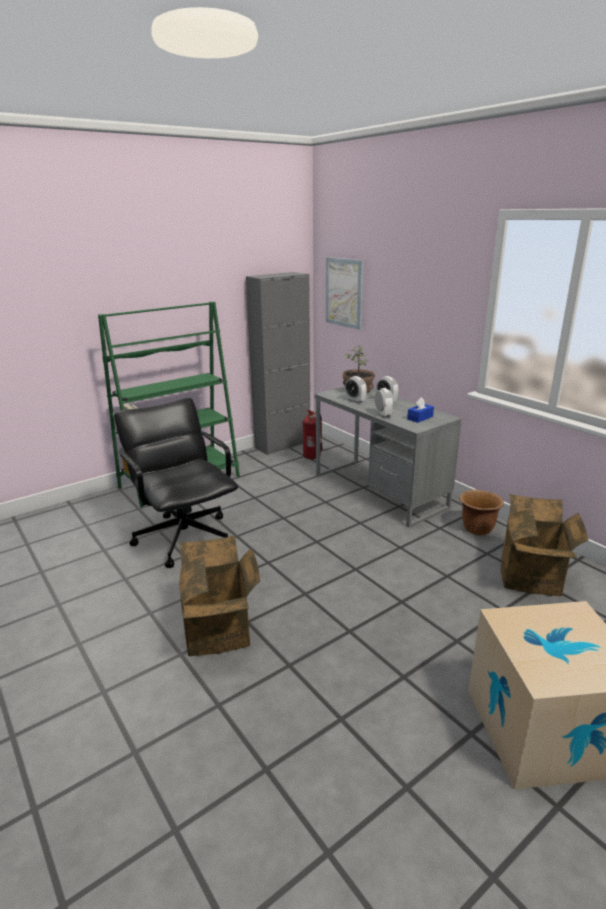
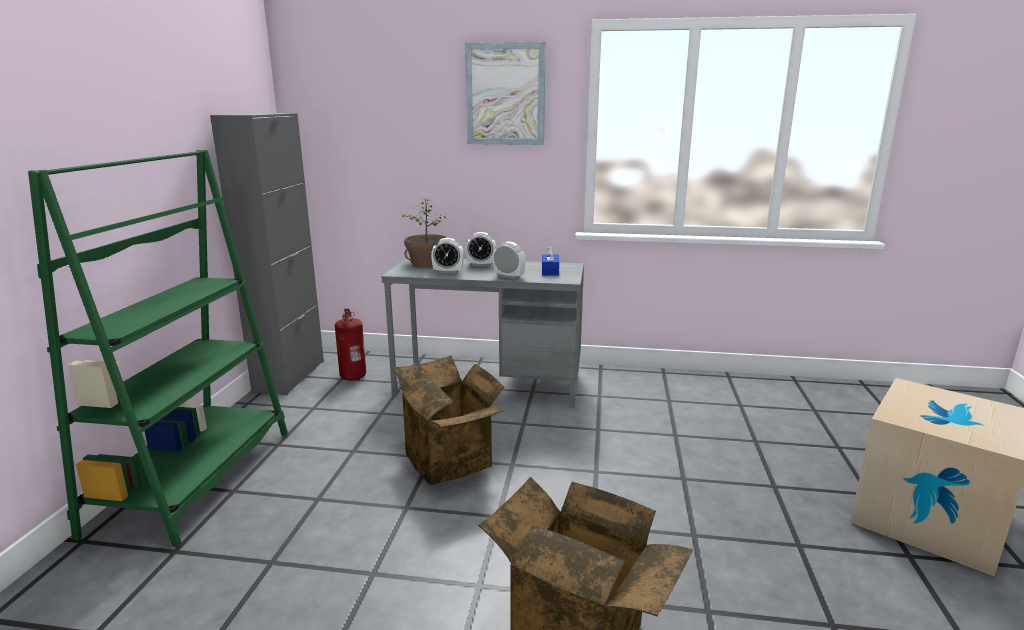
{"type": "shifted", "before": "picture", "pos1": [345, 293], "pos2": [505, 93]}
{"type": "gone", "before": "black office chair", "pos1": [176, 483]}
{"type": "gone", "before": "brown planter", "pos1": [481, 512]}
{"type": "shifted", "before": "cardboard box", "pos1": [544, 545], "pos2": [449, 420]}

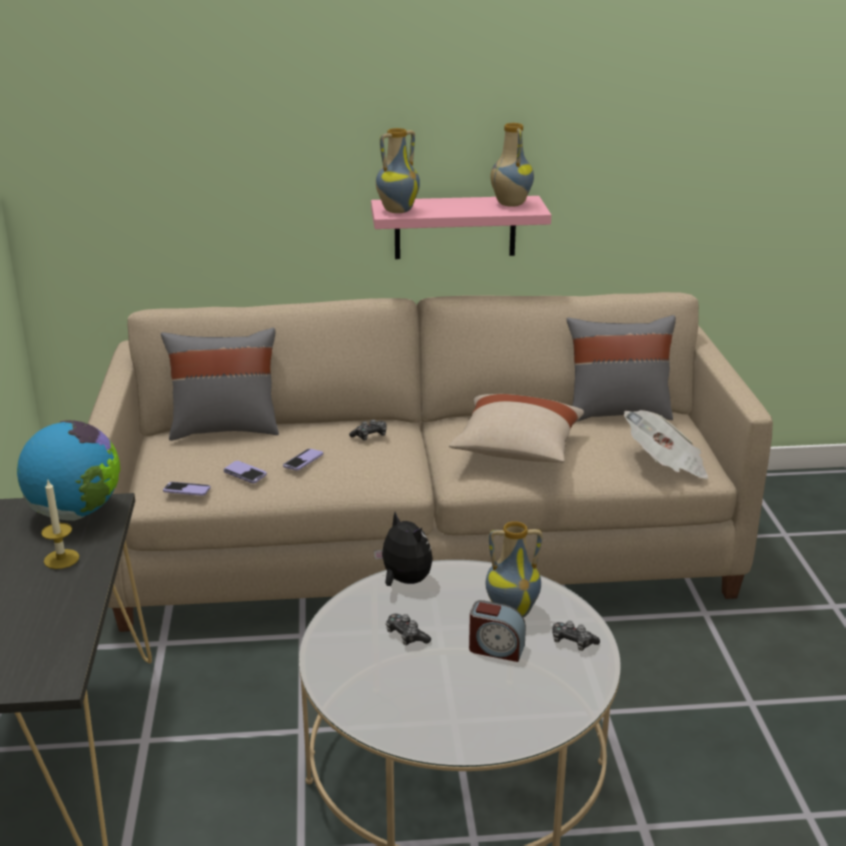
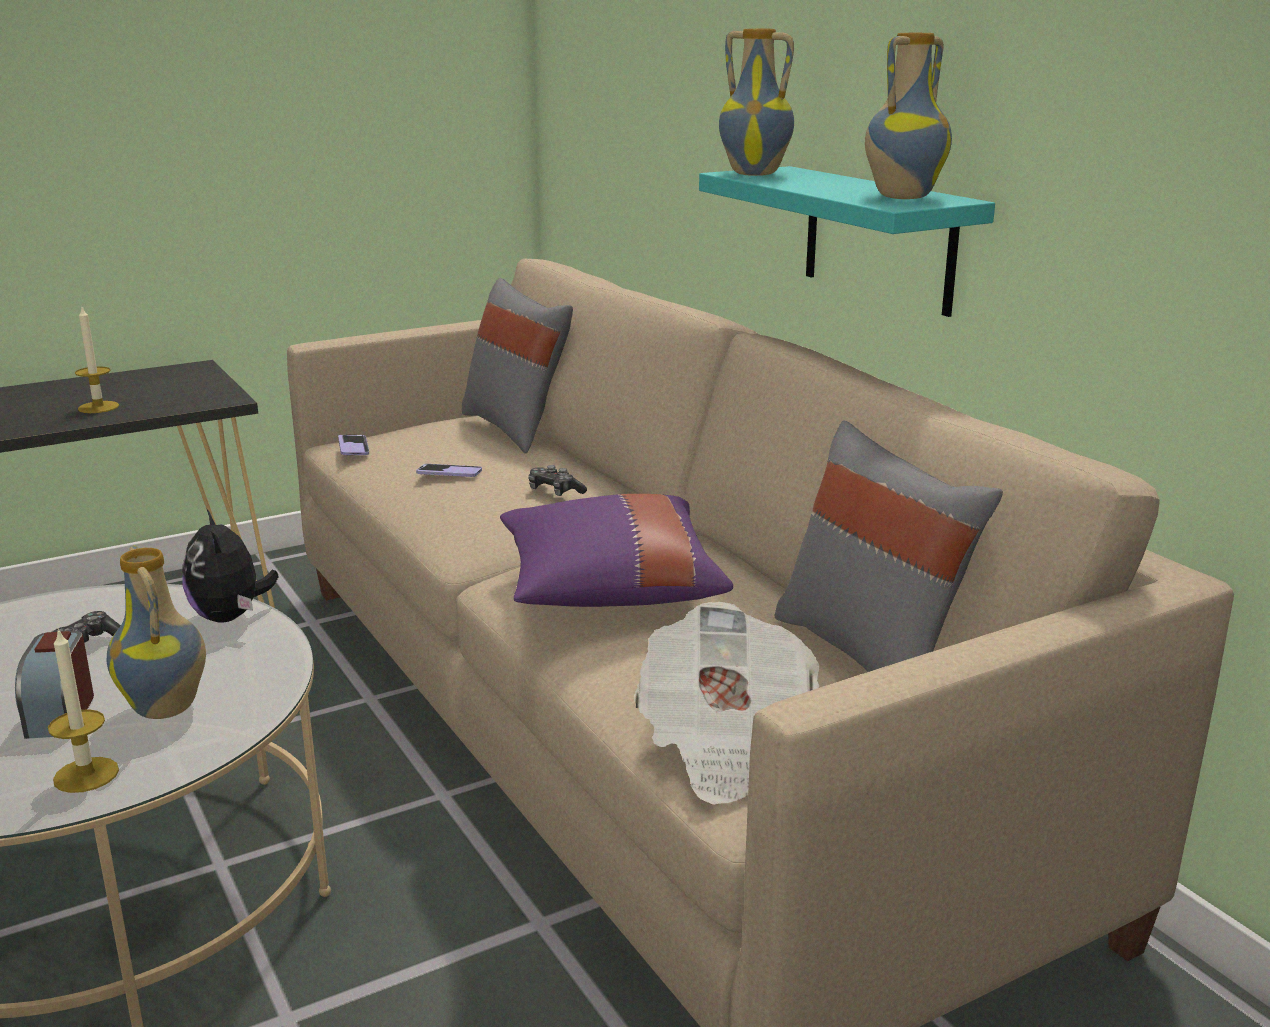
{"type": "repainted", "before": "pink shelf", "after": "turquoise shelf", "pos1": [461, 227], "pos2": [847, 241]}
{"type": "repainted", "before": "beige pillow", "after": "purple pillow", "pos1": [516, 428], "pos2": [616, 550]}
{"type": "gone", "before": "globe", "pos1": [68, 470]}
{"type": "gone", "before": "phone", "pos1": [245, 472]}
{"type": "rotated", "before": "plush toy", "pos1": [403, 549], "pos2": [230, 565], "turn": 135}
{"type": "swapped", "before": "game controller", "after": "candle", "pos1": [576, 636], "pos2": [83, 710]}

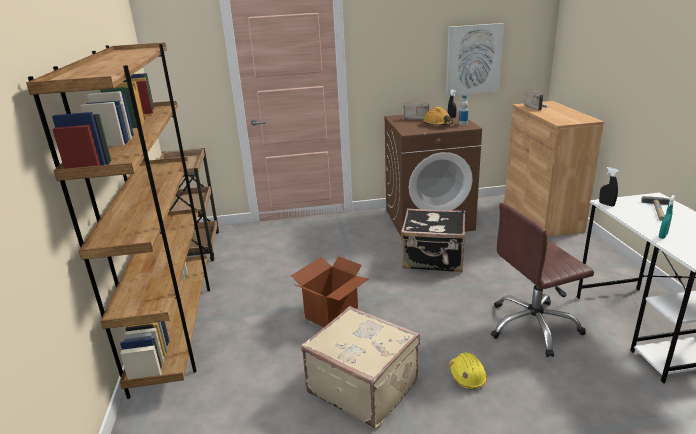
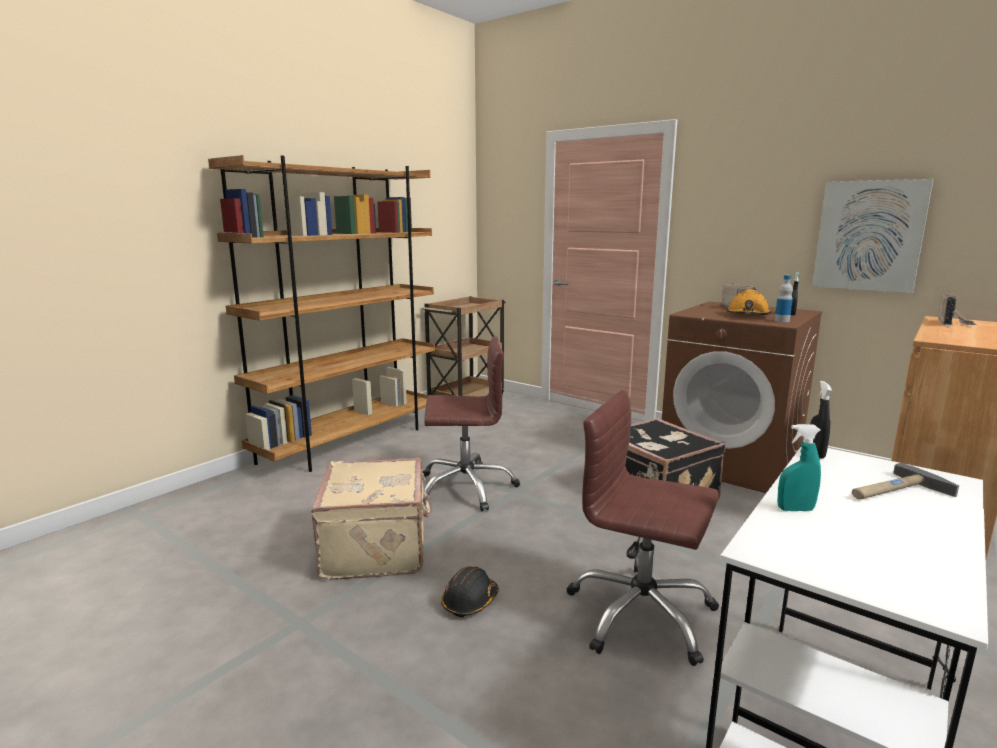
{"type": "swapped", "before": "cardboard box", "after": "brown office chair", "pos1": [329, 291], "pos2": [471, 423]}
{"type": "repainted", "before": "yellow hard hat", "after": "black hard hat", "pos1": [468, 370], "pos2": [470, 591]}

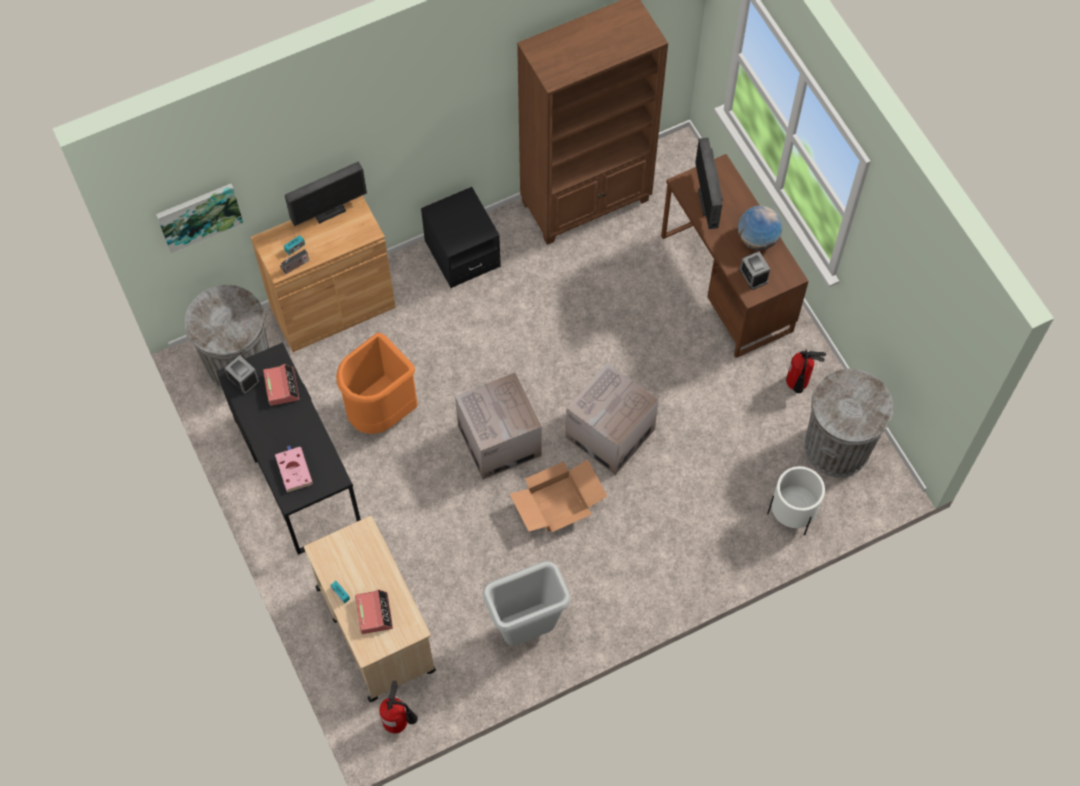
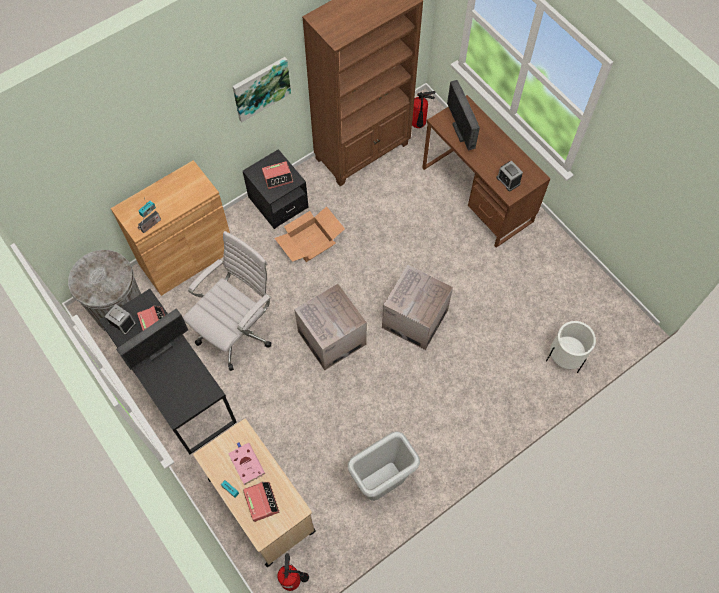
{"type": "shifted", "before": "monitor", "pos1": [326, 193], "pos2": [152, 339]}
{"type": "shifted", "before": "picture", "pos1": [199, 218], "pos2": [261, 89]}
{"type": "gone", "before": "globe", "pos1": [760, 228]}
{"type": "swapped", "before": "orange trash can", "after": "white office chair", "pos1": [377, 383], "pos2": [227, 301]}
{"type": "shifted", "before": "fire extinguisher", "pos1": [806, 371], "pos2": [423, 109]}
{"type": "gone", "before": "grey trash can", "pos1": [849, 423]}
{"type": "shifted", "before": "pink book", "pos1": [294, 469], "pos2": [246, 464]}
{"type": "shifted", "before": "cardboard box", "pos1": [558, 495], "pos2": [309, 234]}
{"type": "new", "after": "alarm clock", "pos2": [277, 175]}

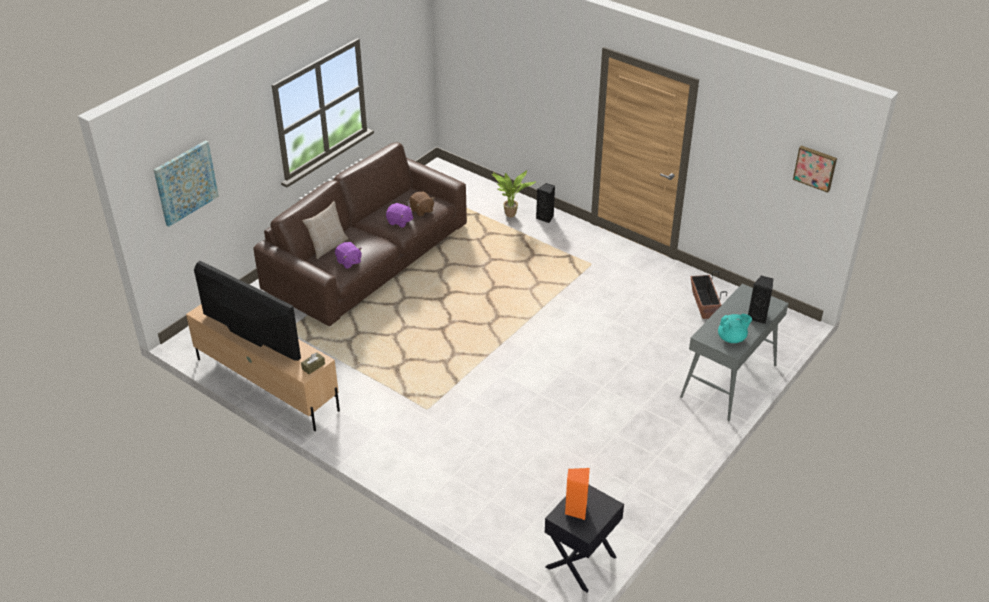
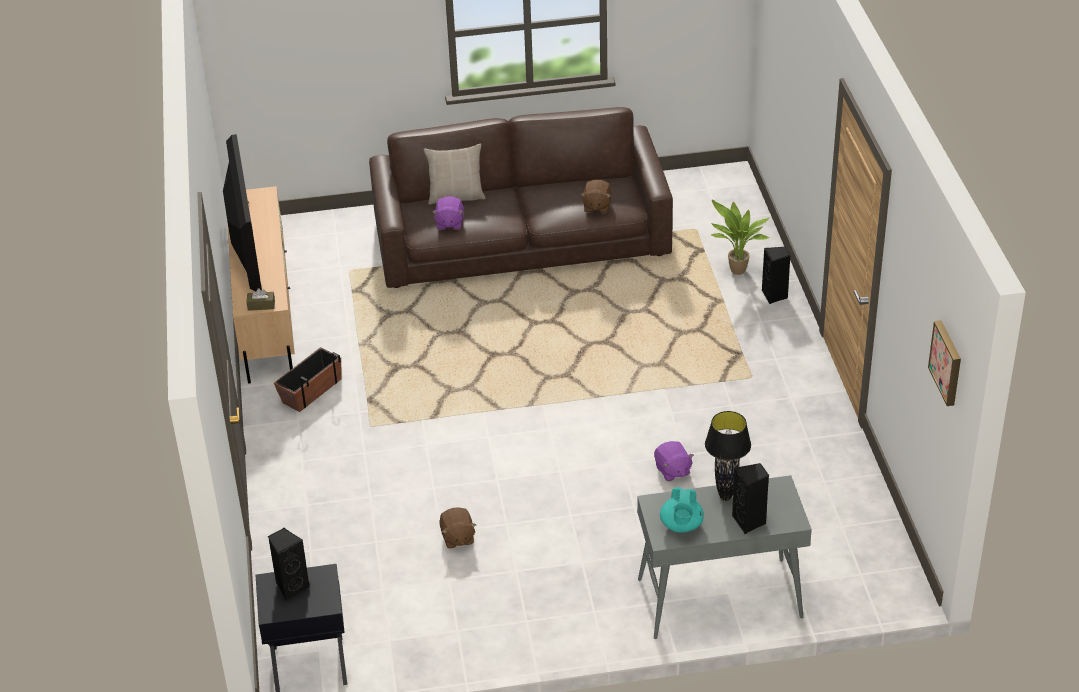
{"type": "gone", "before": "picture", "pos1": [186, 183]}
{"type": "shifted", "before": "purple plush toy", "pos1": [399, 215], "pos2": [674, 461]}
{"type": "shifted", "before": "planter", "pos1": [708, 295], "pos2": [307, 379]}
{"type": "rotated", "before": "turquoise teapot", "pos1": [735, 328], "pos2": [682, 510], "turn": 60}
{"type": "repainted", "before": "orange speaker", "after": "black speaker", "pos1": [577, 494], "pos2": [289, 564]}
{"type": "new", "after": "black table lamp", "pos2": [728, 456]}
{"type": "new", "after": "brown plush toy", "pos2": [457, 528]}

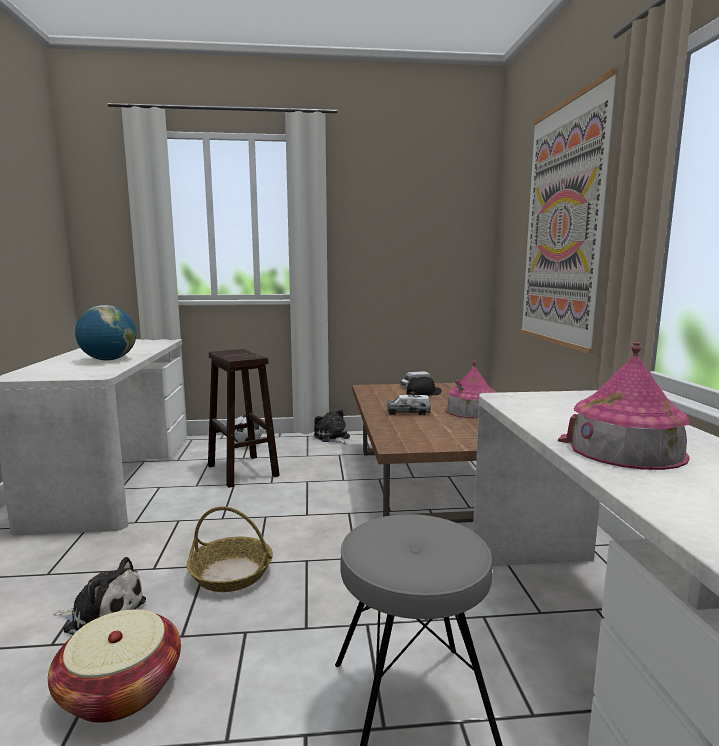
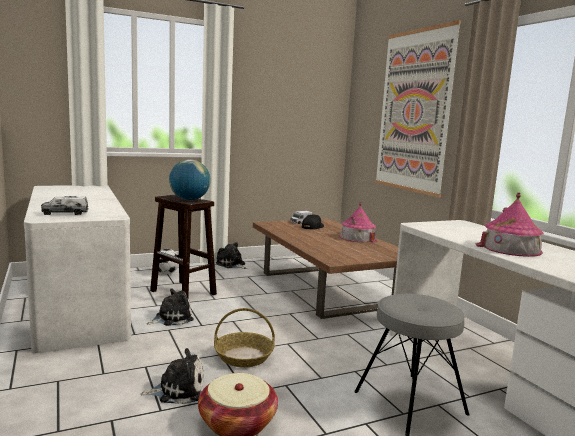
{"type": "shifted", "before": "globe", "pos1": [105, 333], "pos2": [190, 179]}
{"type": "shifted", "before": "toy truck", "pos1": [409, 405], "pos2": [65, 205]}
{"type": "new", "after": "plush toy", "pos2": [170, 307]}

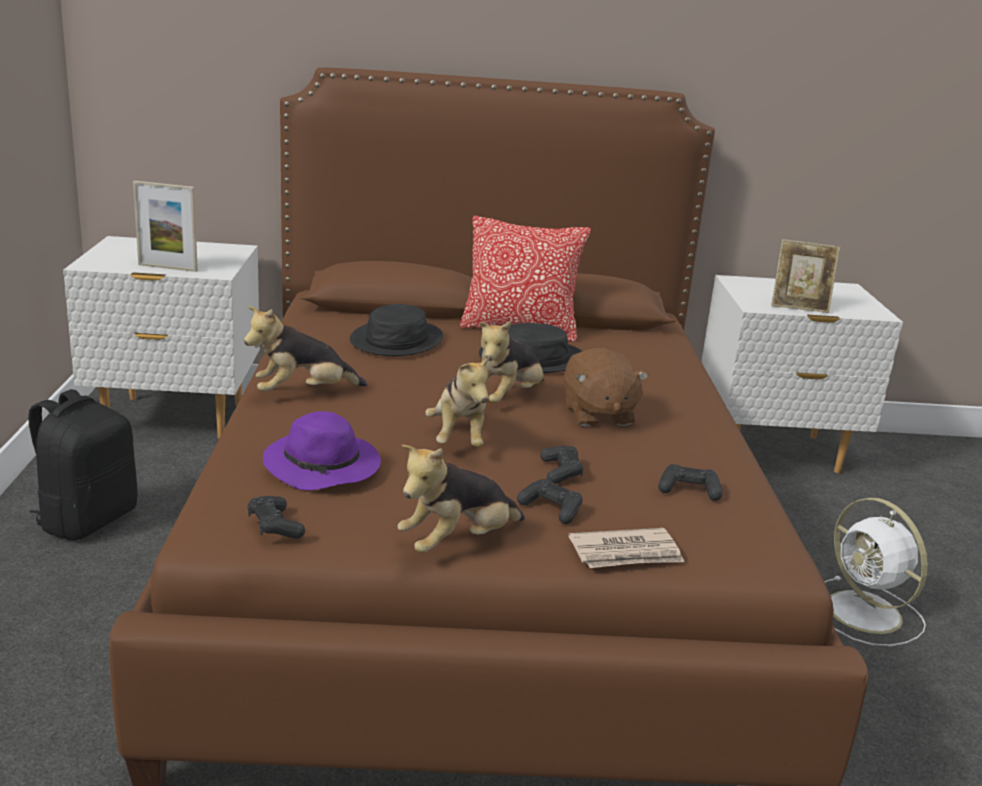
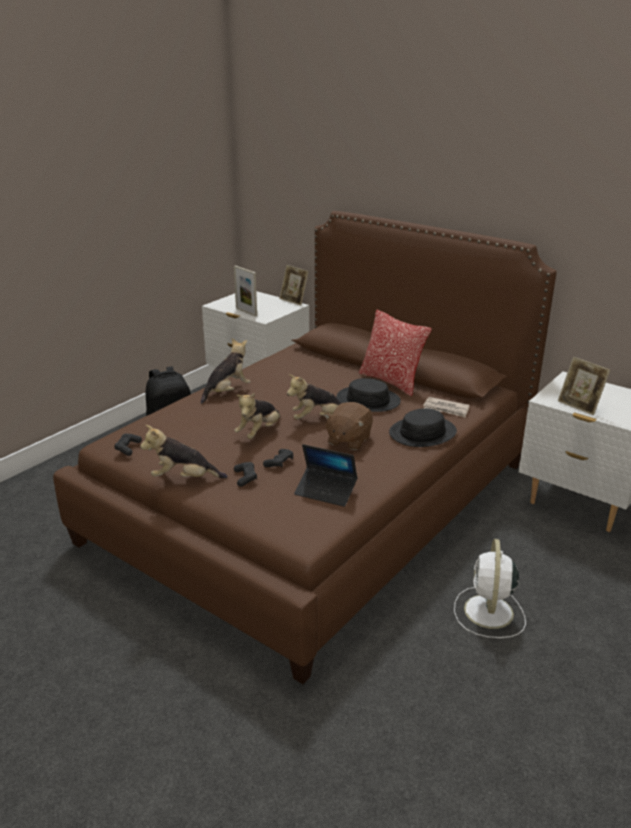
{"type": "shifted", "before": "black hat", "pos1": [396, 330], "pos2": [423, 427]}
{"type": "rotated", "before": "plush toy", "pos1": [305, 349], "pos2": [226, 371], "turn": 120}
{"type": "gone", "before": "purple hat", "pos1": [322, 450]}
{"type": "swapped", "before": "black game controller", "after": "laptop", "pos1": [690, 482], "pos2": [325, 475]}
{"type": "shifted", "before": "newspaper", "pos1": [626, 548], "pos2": [446, 407]}
{"type": "new", "after": "picture frame", "pos2": [294, 285]}

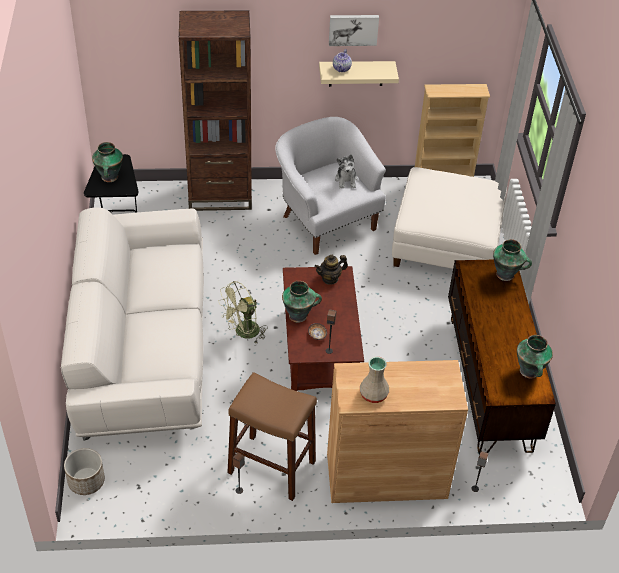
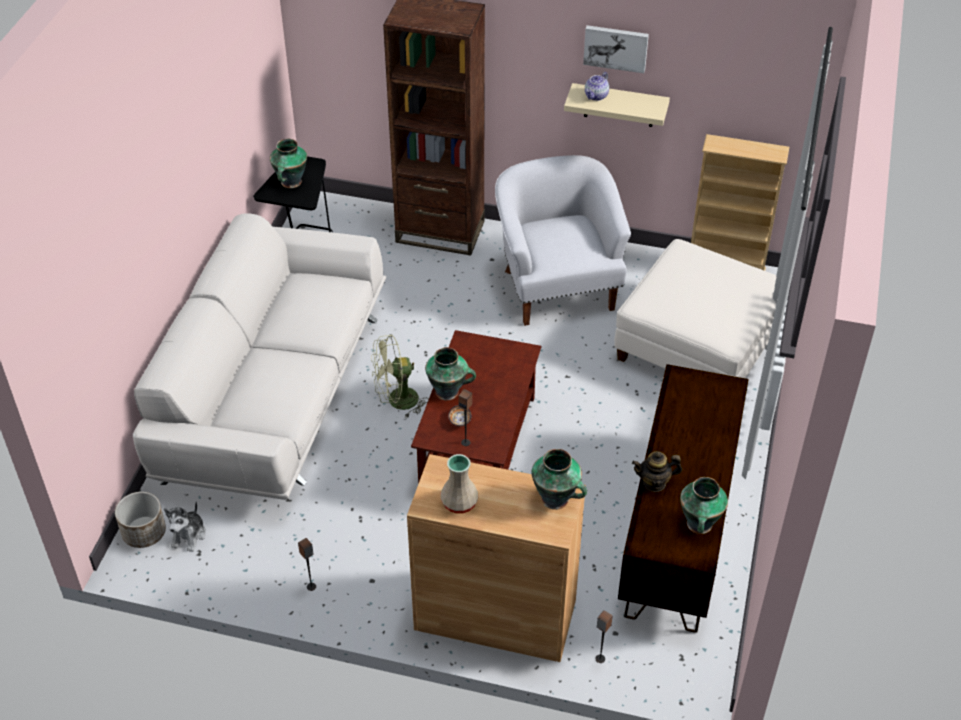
{"type": "shifted", "before": "plush toy", "pos1": [346, 171], "pos2": [185, 527]}
{"type": "shifted", "before": "vase", "pos1": [512, 260], "pos2": [559, 479]}
{"type": "shifted", "before": "teapot", "pos1": [331, 269], "pos2": [657, 471]}
{"type": "gone", "before": "brown stool", "pos1": [272, 436]}

